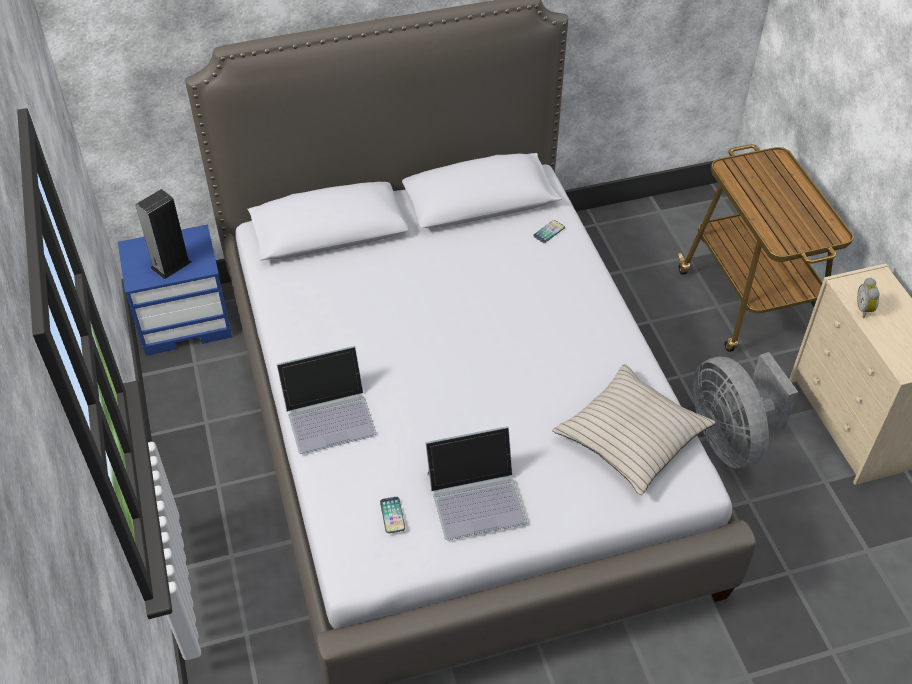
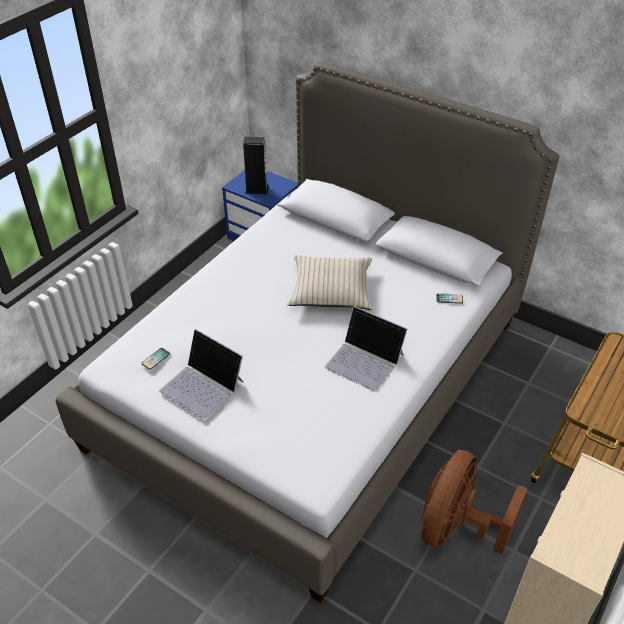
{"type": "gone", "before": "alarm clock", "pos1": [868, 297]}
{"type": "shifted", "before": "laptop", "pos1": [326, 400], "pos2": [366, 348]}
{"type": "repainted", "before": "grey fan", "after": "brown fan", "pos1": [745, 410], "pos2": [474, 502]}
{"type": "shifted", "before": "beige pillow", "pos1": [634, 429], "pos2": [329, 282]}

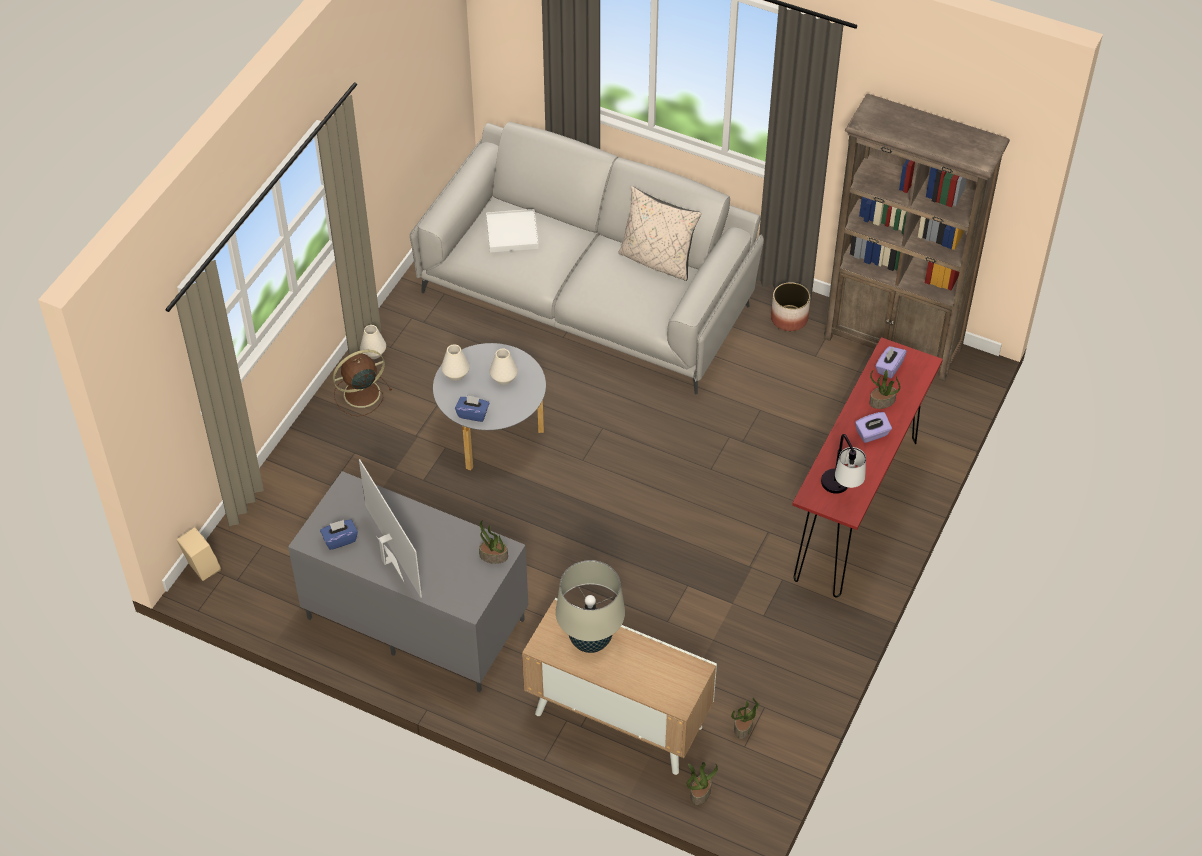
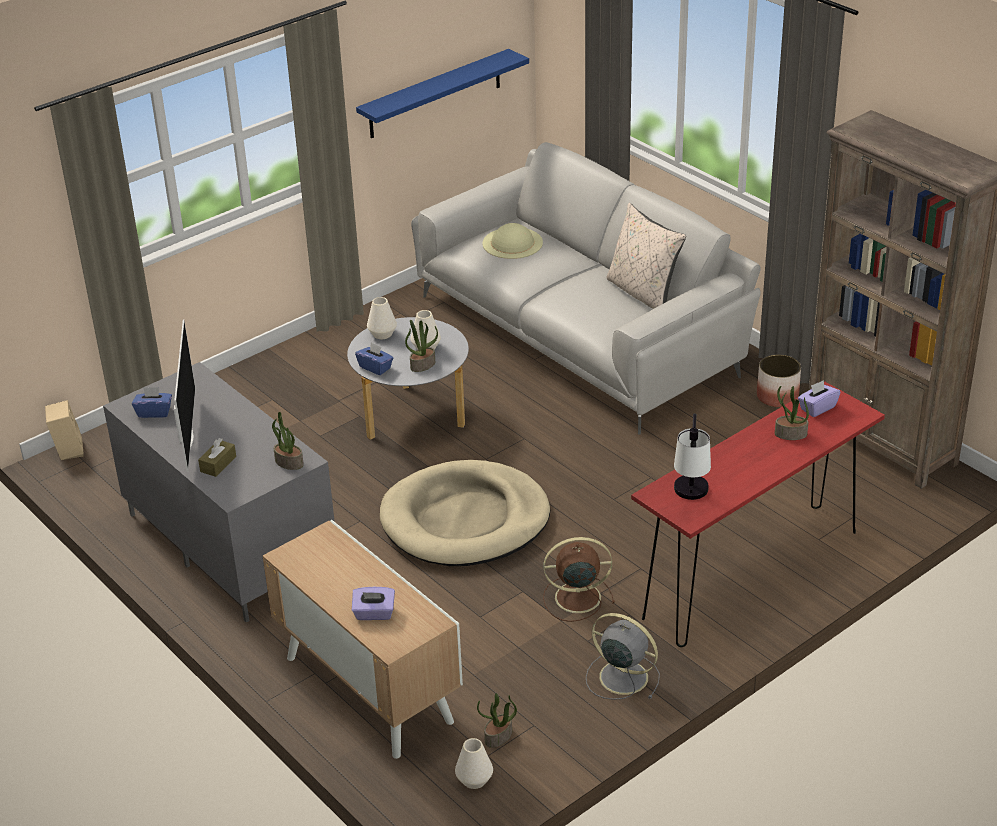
{"type": "swapped", "before": "white tray", "after": "beige hat", "pos1": [512, 231], "pos2": [513, 241]}
{"type": "shifted", "before": "white vase", "pos1": [373, 342], "pos2": [474, 763]}
{"type": "shifted", "before": "brown fan", "pos1": [362, 382], "pos2": [579, 579]}
{"type": "shifted", "before": "purple tissue box", "pos1": [873, 427], "pos2": [373, 603]}
{"type": "gone", "before": "beige table lamp", "pos1": [590, 606]}
{"type": "shifted", "before": "potted plant", "pos1": [702, 783], "pos2": [421, 346]}
{"type": "new", "after": "blue shelf", "pos2": [442, 93]}
{"type": "new", "after": "brown tissue box", "pos2": [217, 457]}
{"type": "new", "after": "beige dog bed", "pos2": [465, 513]}
{"type": "new", "after": "grey fan", "pos2": [623, 656]}

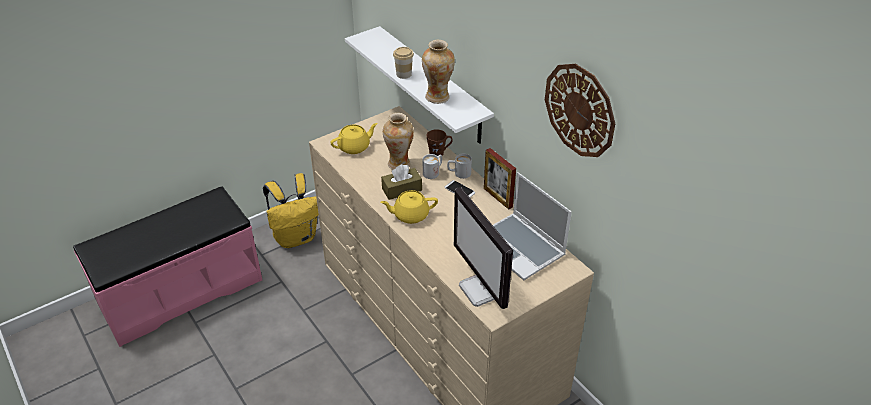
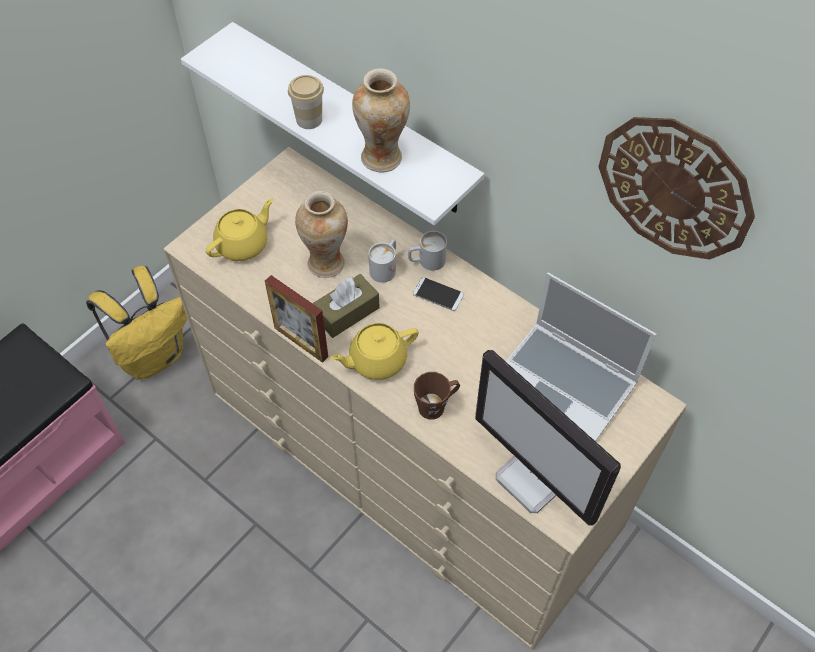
{"type": "shifted", "before": "brown mug", "pos1": [440, 142], "pos2": [437, 396]}
{"type": "shifted", "before": "picture frame", "pos1": [500, 179], "pos2": [296, 319]}

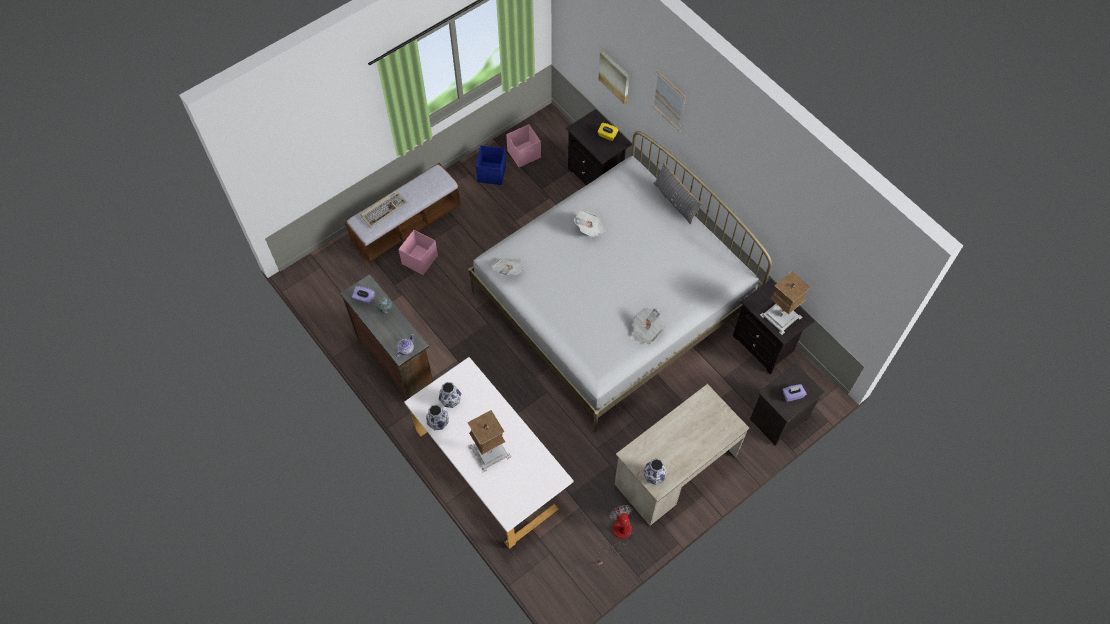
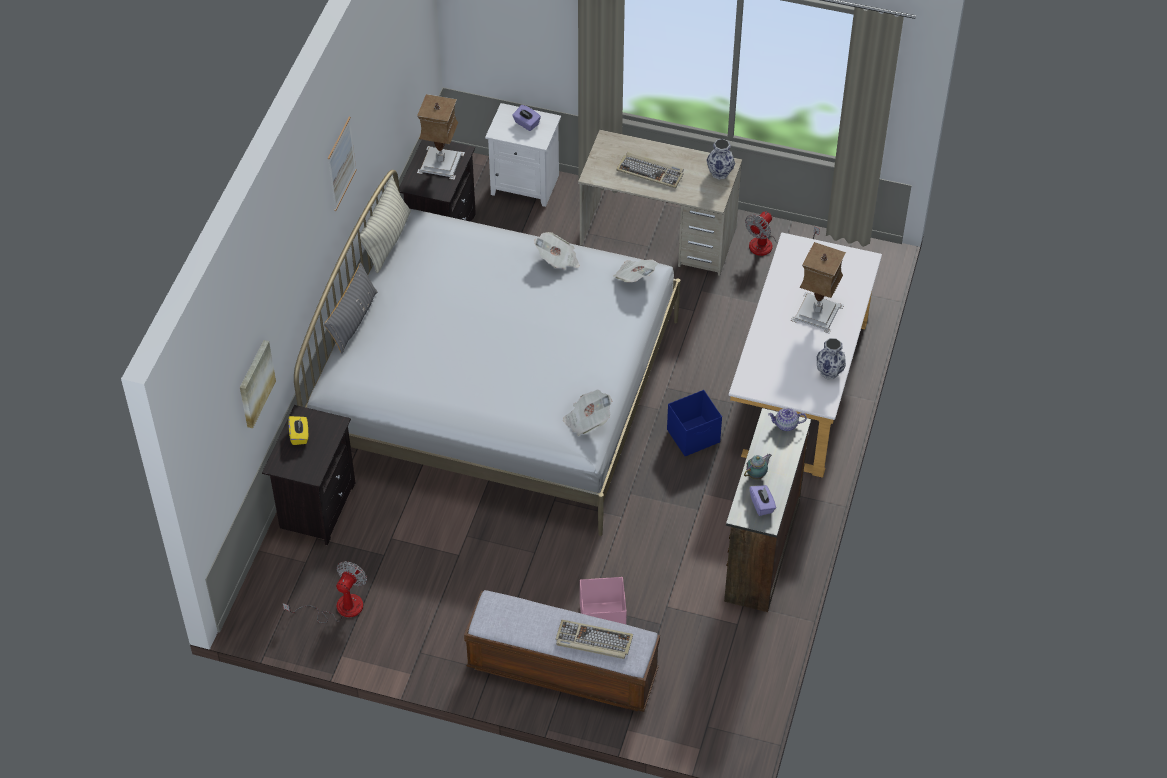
{"type": "shifted", "before": "picture", "pos1": [669, 101], "pos2": [342, 164]}
{"type": "swapped", "before": "pink storage box", "after": "fan", "pos1": [523, 145], "pos2": [325, 592]}
{"type": "shifted", "before": "blue storage box", "pos1": [491, 165], "pos2": [694, 423]}
{"type": "shifted", "before": "newspaper", "pos1": [590, 223], "pos2": [635, 270]}
{"type": "repainted", "before": "black nightstand", "after": "white nightstand", "pos1": [787, 404], "pos2": [523, 155]}
{"type": "gone", "before": "vase", "pos1": [450, 395]}
{"type": "new", "after": "keyboard", "pos2": [650, 170]}
{"type": "new", "after": "pillow", "pos2": [385, 224]}

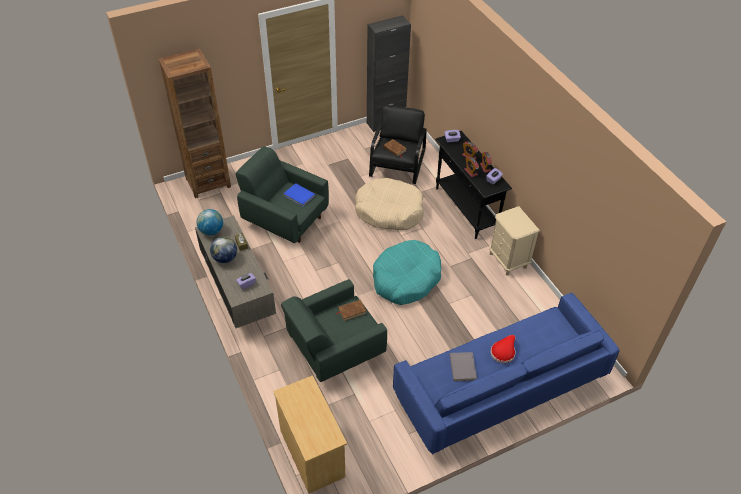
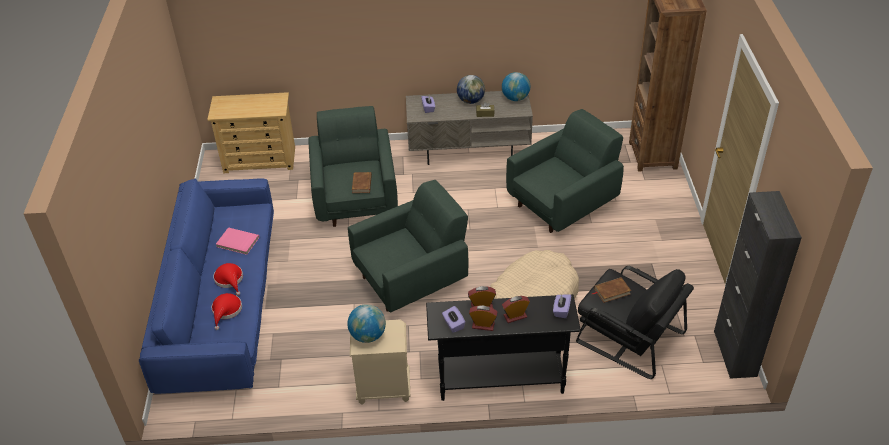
{"type": "gone", "before": "blue book", "pos1": [299, 194]}
{"type": "swapped", "before": "turquoise dog bed", "after": "green armchair", "pos1": [407, 272], "pos2": [408, 246]}
{"type": "repainted", "before": "grey book", "after": "pink book", "pos1": [463, 366], "pos2": [237, 241]}
{"type": "new", "after": "red hat", "pos2": [226, 311]}
{"type": "new", "after": "globe", "pos2": [366, 323]}

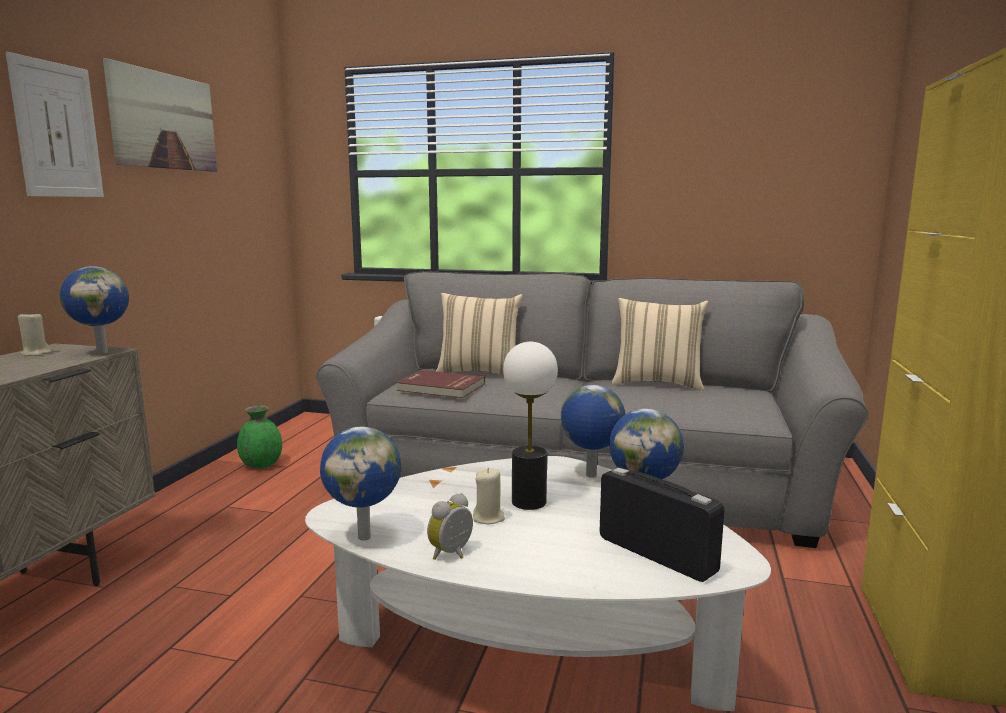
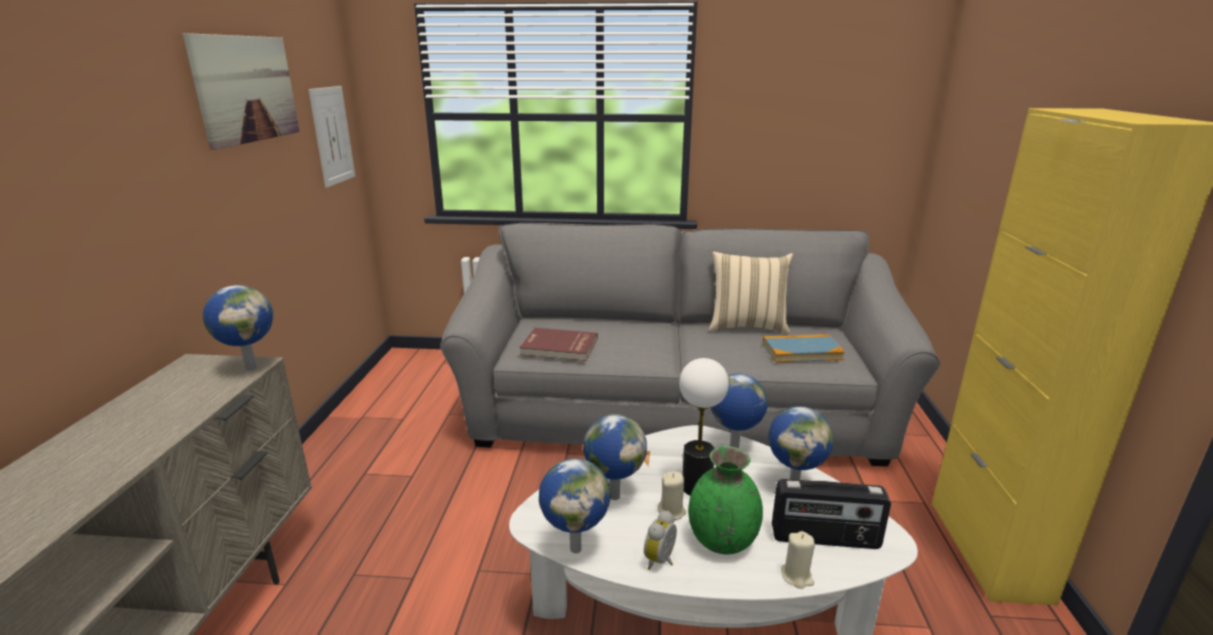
{"type": "shifted", "before": "picture", "pos1": [55, 124], "pos2": [331, 137]}
{"type": "gone", "before": "beige pillow", "pos1": [479, 334]}
{"type": "shifted", "before": "beige candle", "pos1": [34, 333], "pos2": [798, 560]}
{"type": "shifted", "before": "green vase", "pos1": [259, 437], "pos2": [725, 500]}
{"type": "rotated", "before": "radio", "pos1": [662, 524], "pos2": [831, 514], "turn": 150}
{"type": "new", "after": "book", "pos2": [803, 348]}
{"type": "new", "after": "globe", "pos2": [615, 457]}

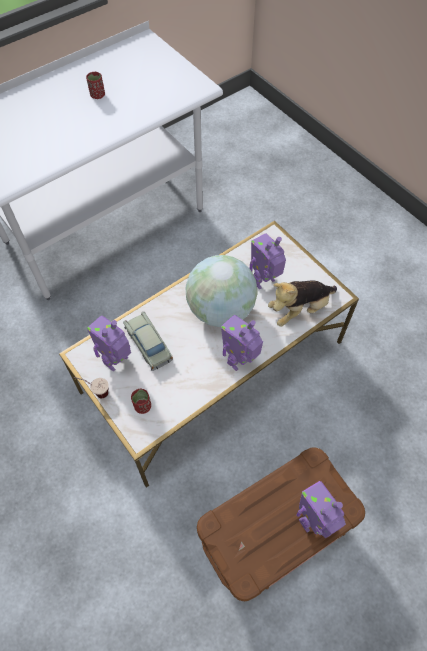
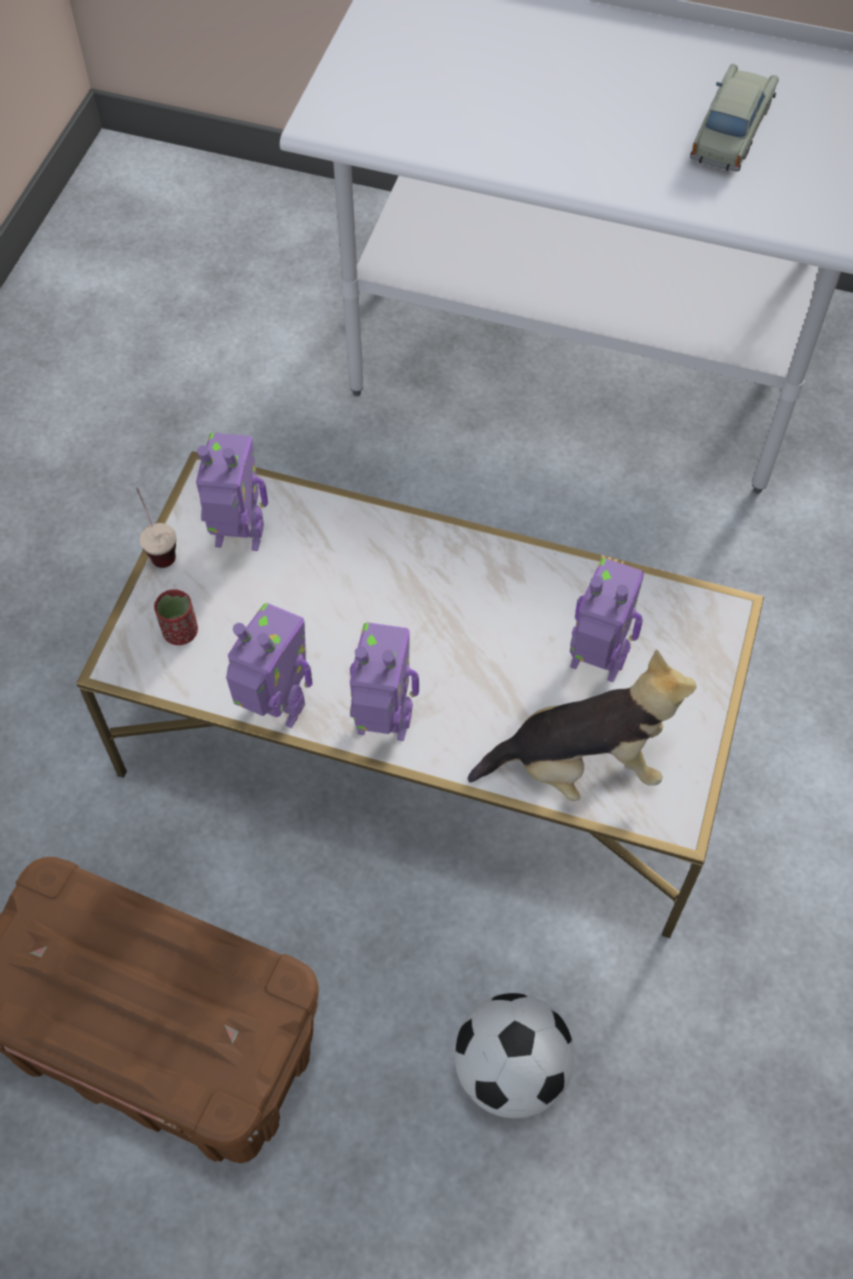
{"type": "gone", "before": "red cup", "pos1": [95, 85]}
{"type": "gone", "before": "globe", "pos1": [221, 291]}
{"type": "rotated", "before": "plush toy", "pos1": [302, 304], "pos2": [582, 725], "turn": 150}
{"type": "shifted", "before": "beige toy car", "pos1": [148, 341], "pos2": [734, 118]}
{"type": "shifted", "before": "toy robot", "pos1": [321, 509], "pos2": [269, 665]}
{"type": "new", "after": "football", "pos2": [514, 1055]}

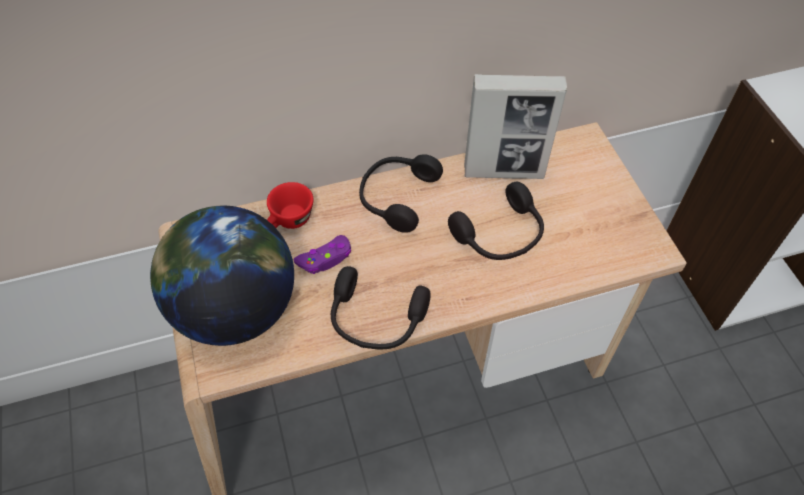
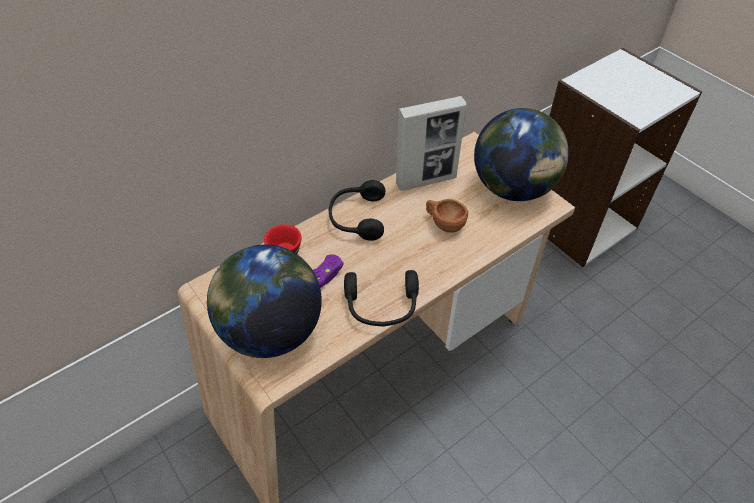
{"type": "swapped", "before": "black headphones", "after": "brown cup", "pos1": [496, 221], "pos2": [447, 216]}
{"type": "new", "after": "globe", "pos2": [521, 154]}

